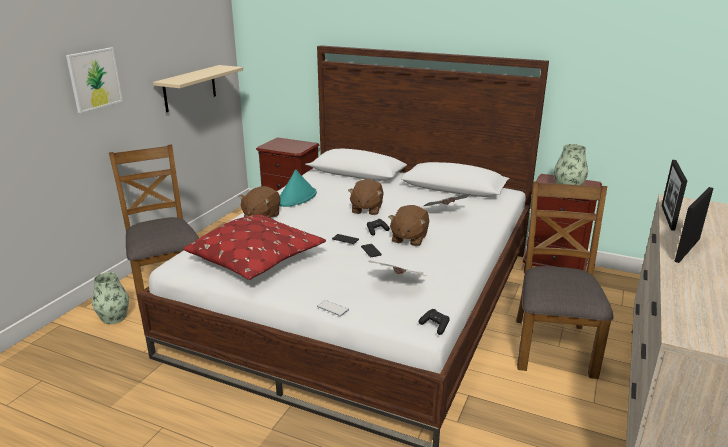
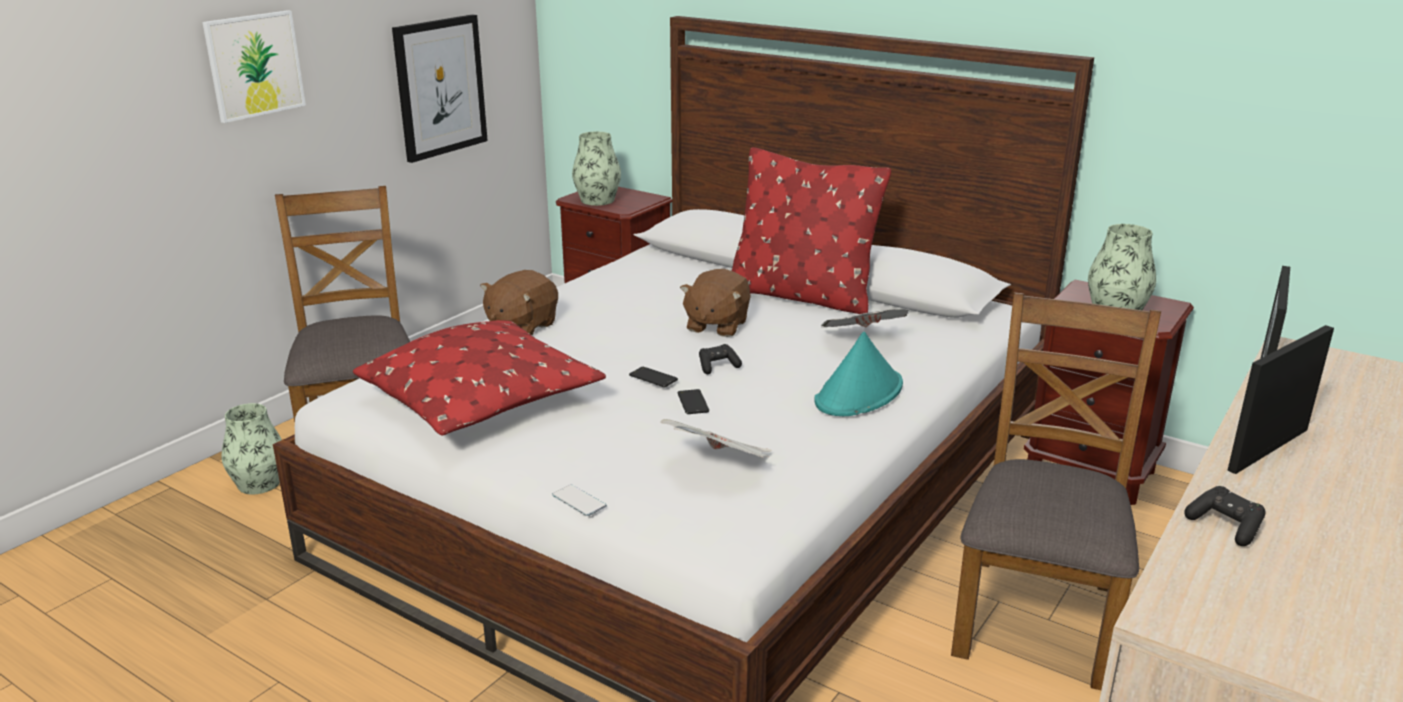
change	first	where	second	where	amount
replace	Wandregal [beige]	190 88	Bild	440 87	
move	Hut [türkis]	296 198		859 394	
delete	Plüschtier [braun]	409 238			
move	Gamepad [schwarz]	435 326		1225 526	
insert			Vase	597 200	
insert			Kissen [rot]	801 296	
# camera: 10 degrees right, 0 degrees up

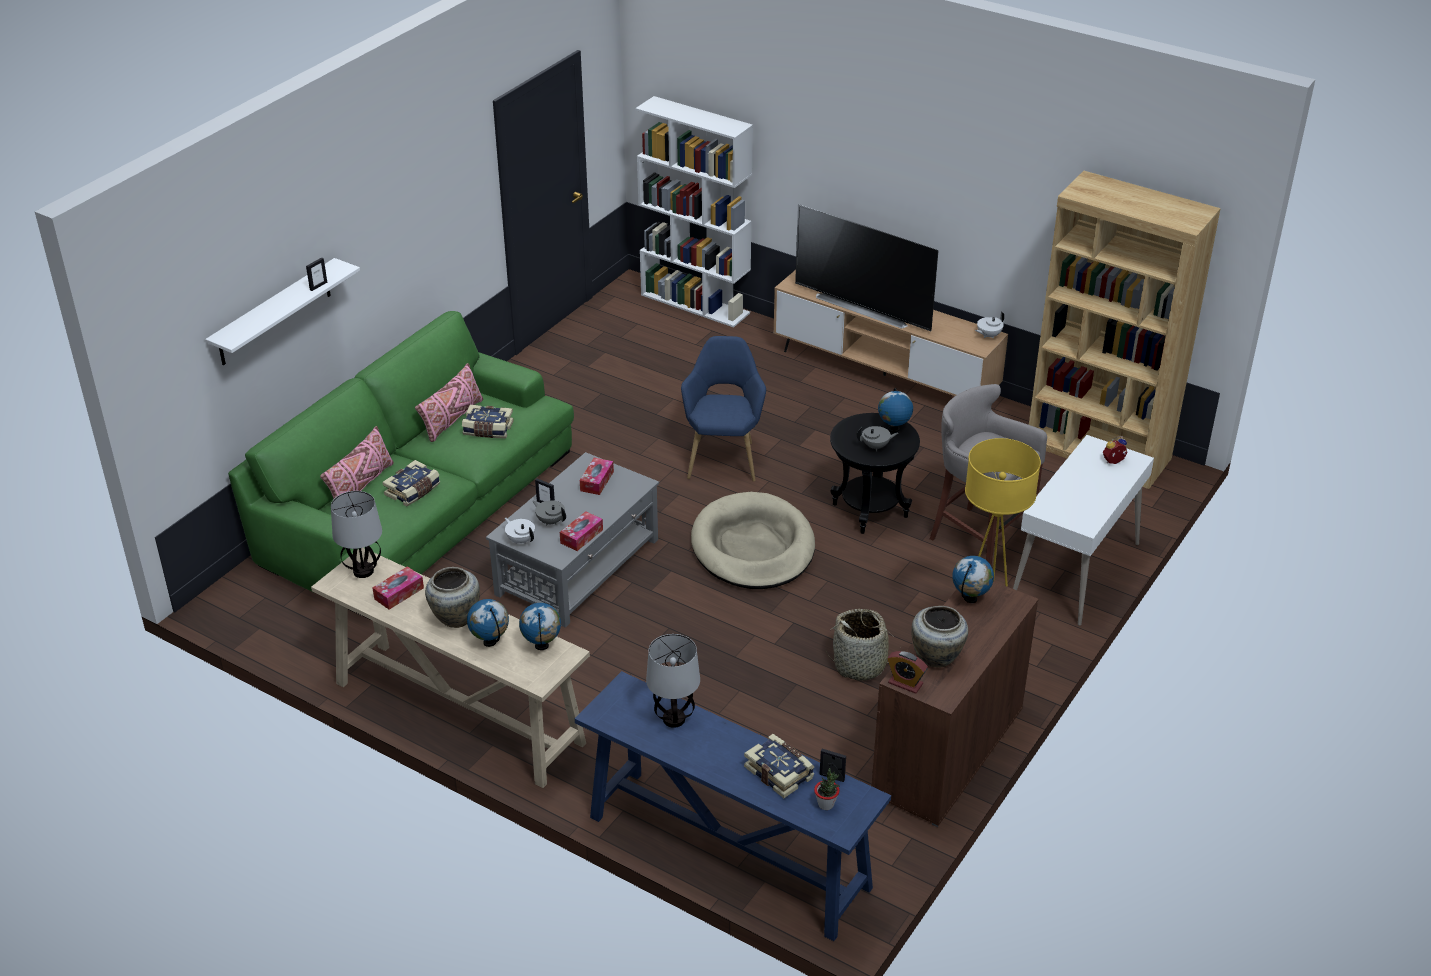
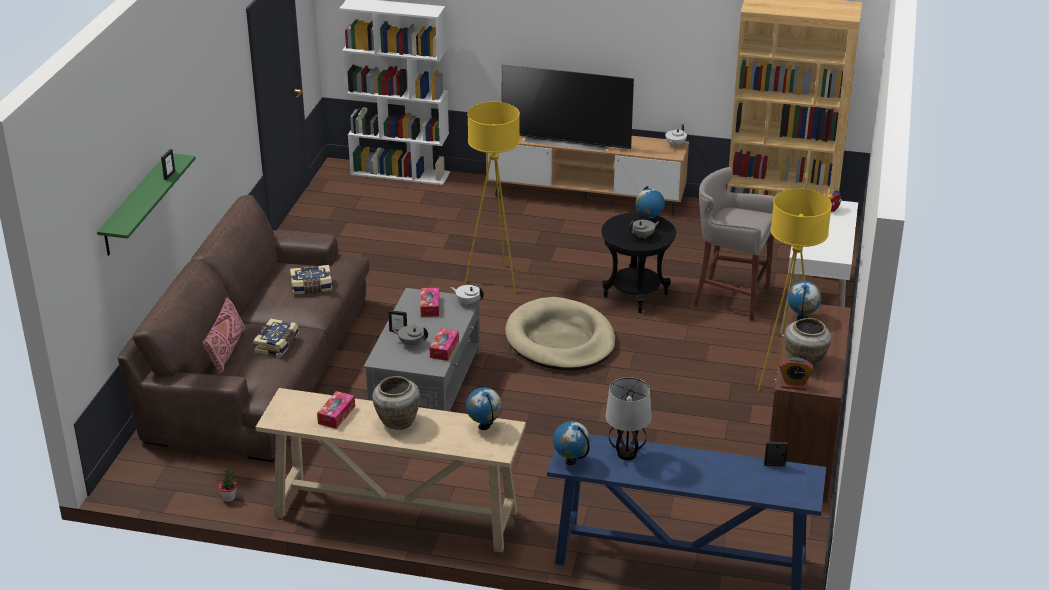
change	first	where	second	where	amount
recolor	Wandregal [weiß]	274 313	Wandregal [grün]	135 205	
recolor	Sofa [grün]	417 505	Sofa [braun]	258 367	
delete	Tischlampe	363 571			
delete	Kissen [rosa]	451 419			
move	Globus	490 642		571 461	
move	Teekanne [weiß]	520 540		467 302	
replace	Sessel [blau]	723 457	Stehlampe [gelb]	495 280	
delete	Buch	780 772			
move	Topfpflanze	826 804		229 498	
delete	Korb	860 665			
# camera: 20 degrees left, 5 degrees down

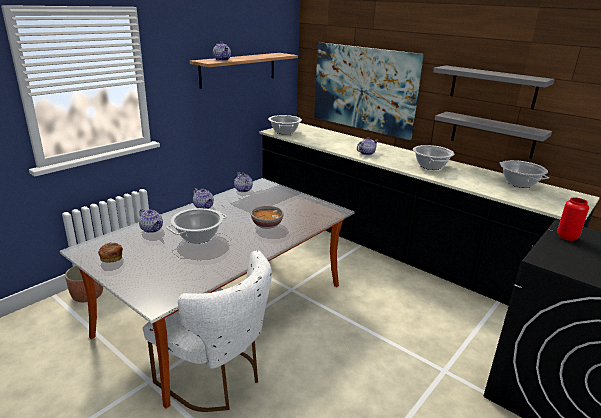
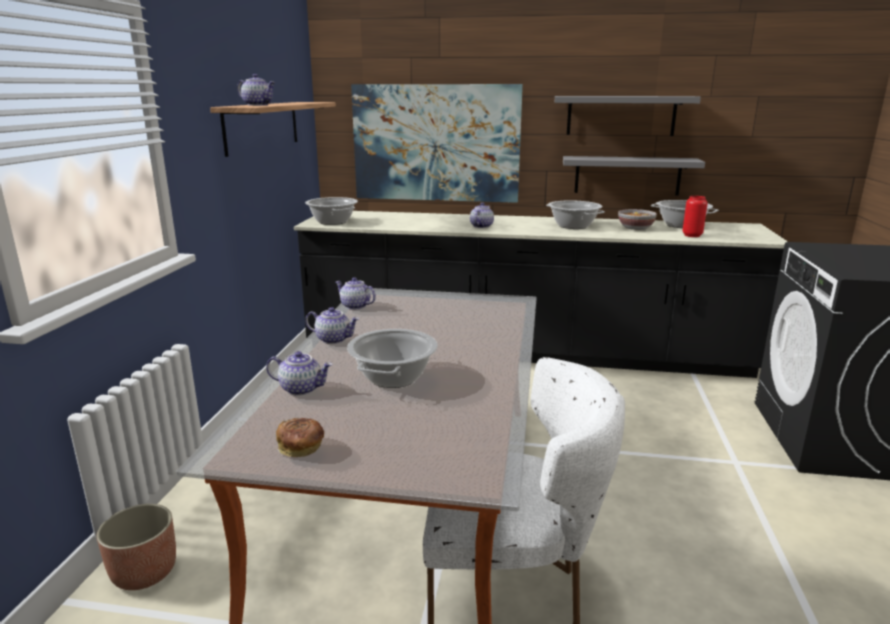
change	first	where	second	where	amount
move	Schüssel	266 225		635 228	
move	Vase [rot]	567 237		692 235	
# camera: 30 degrees left, 5 degrees down

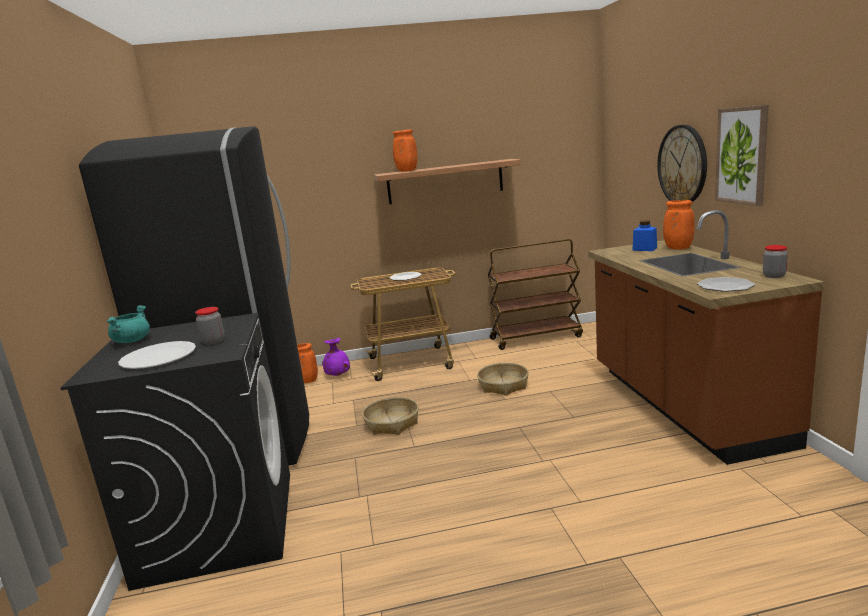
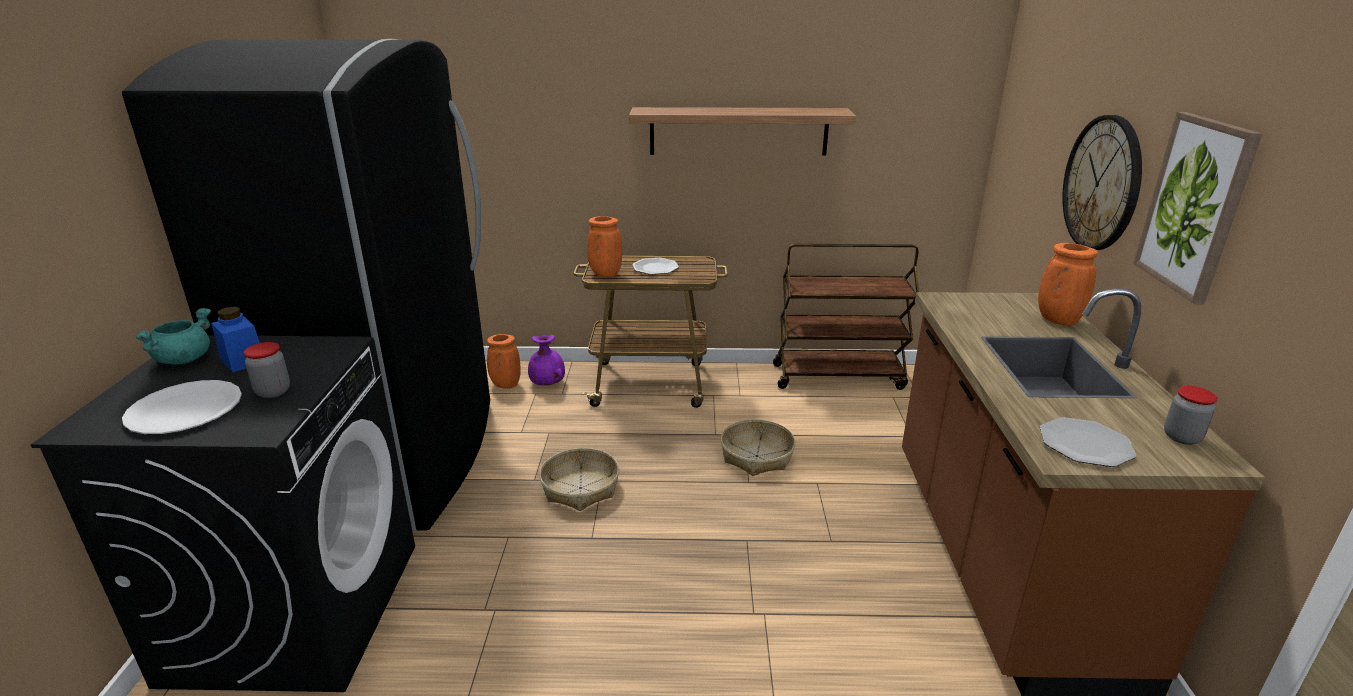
change	first	where	second	where	amount
move	Vase [orange]	406 171		604 274	
move	Vorratsglas [blau]	644 249		243 360	
# camera: 10 degrees right, 10 degrees up

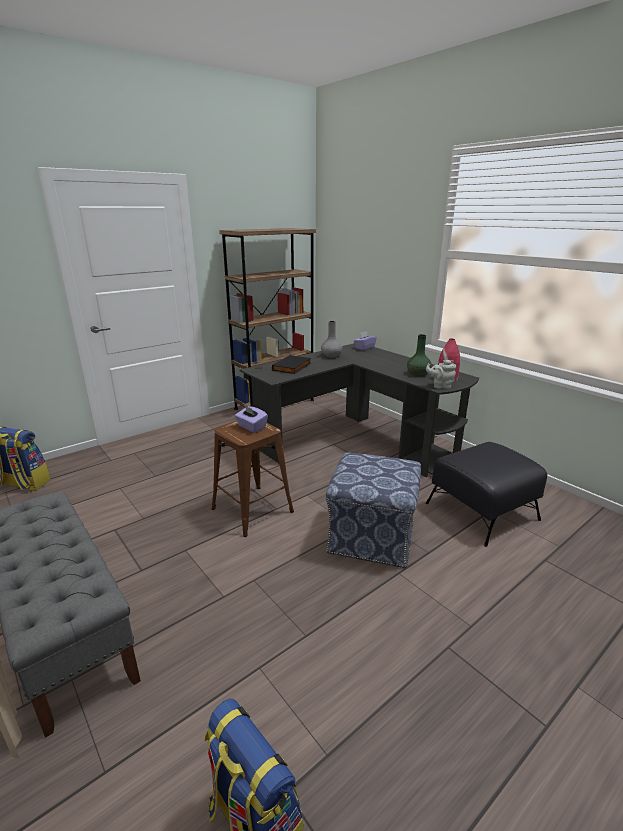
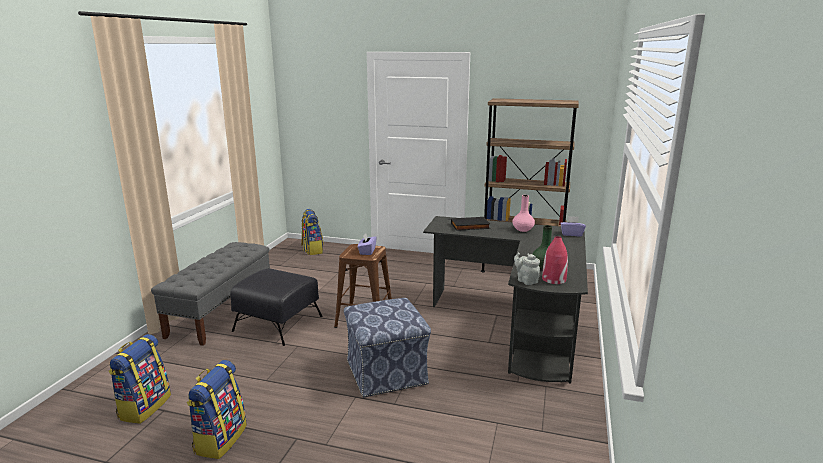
change	first	where	second	where	amount
recolor	Vase [grau]	331 355	Vase [rosa]	523 229	
move	Polsterhocker [schwarz]	482 511		278 324	
insert			Rucksack	220 439	
# camera: 55 degrees right, 5 degrees down

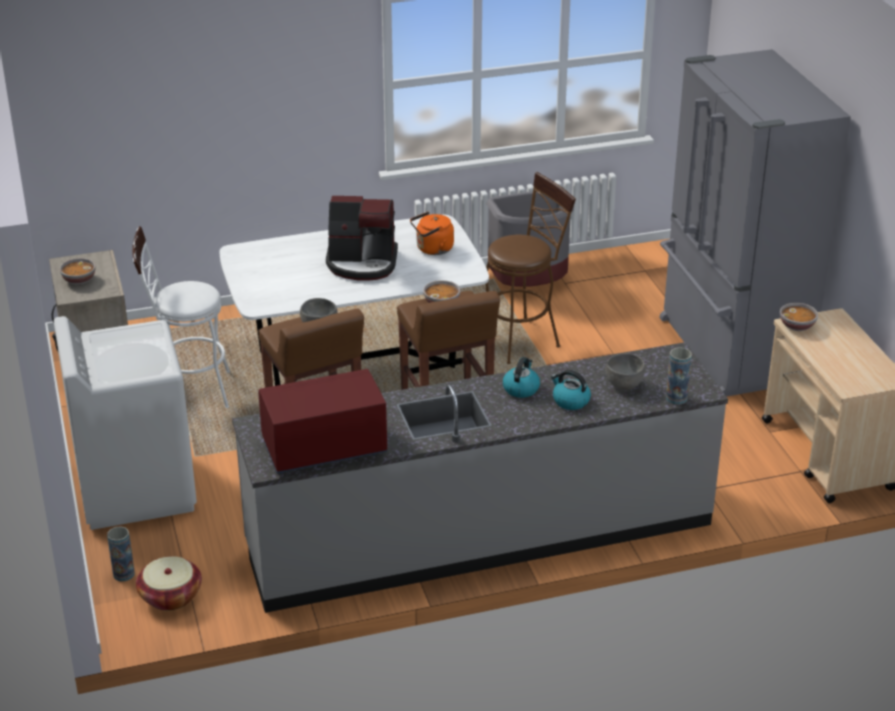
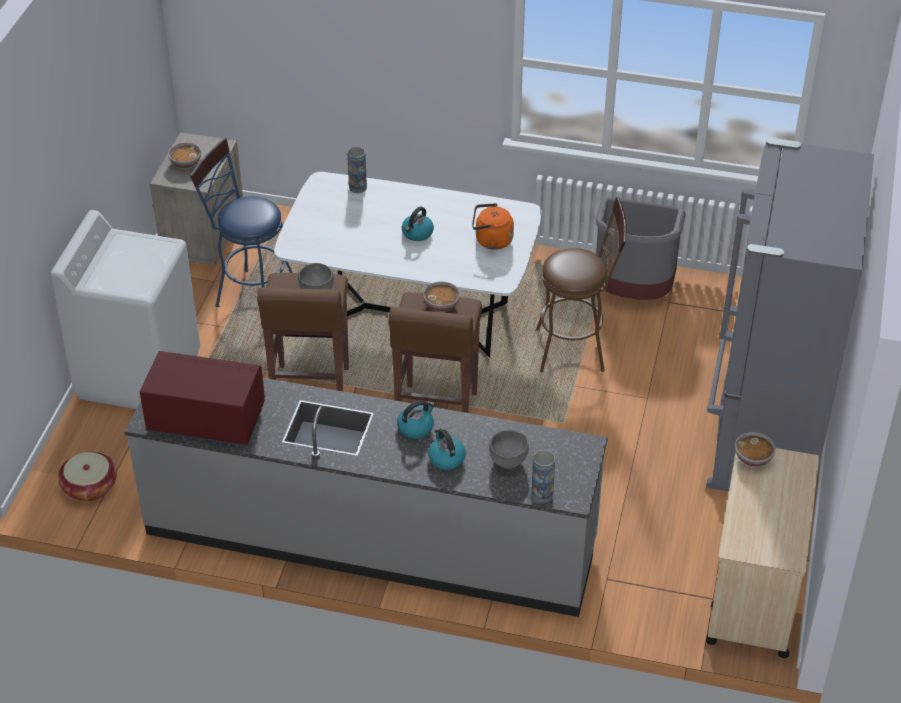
change	first	where	second	where	amount
move	Vase	124 574		358 187	
recolor	Hocker [weiß]	188 392	Hocker [blau]	250 294	
replace	Kaffeemaschine	362 263	Wasserkessel	417 233	
# camera: 30 degrees right, 10 degrees up

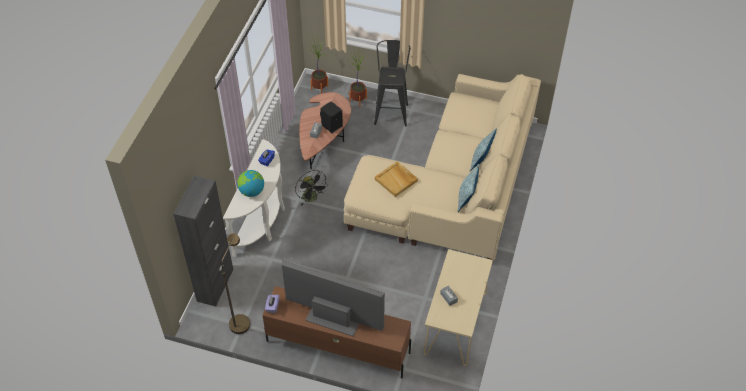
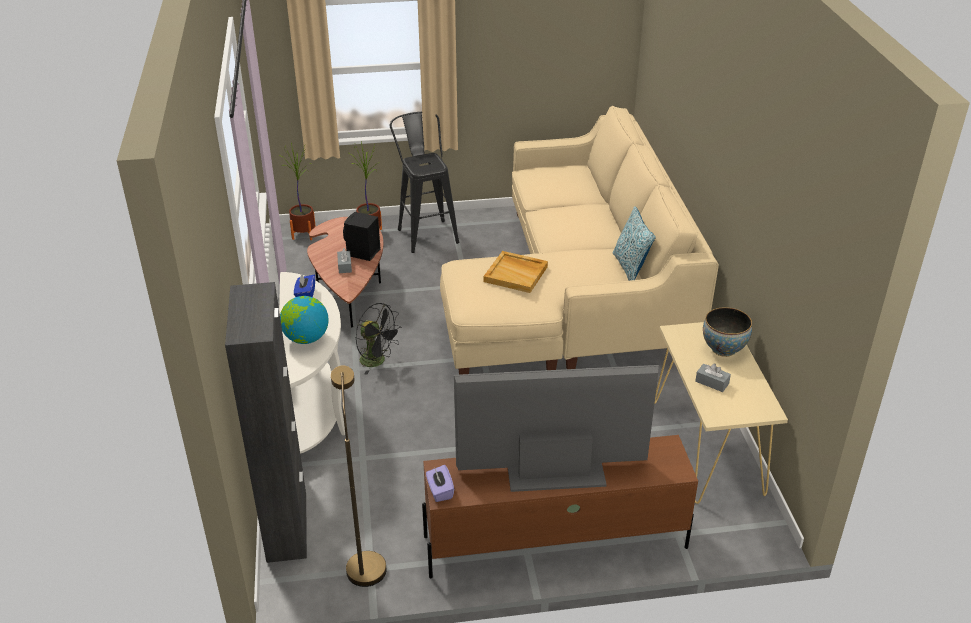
change	first	where	second	where	amount
delete	Kissen	481 160			
insert			Schüssel	723 349	
# camera: 25 degrees left, 15 degrees down

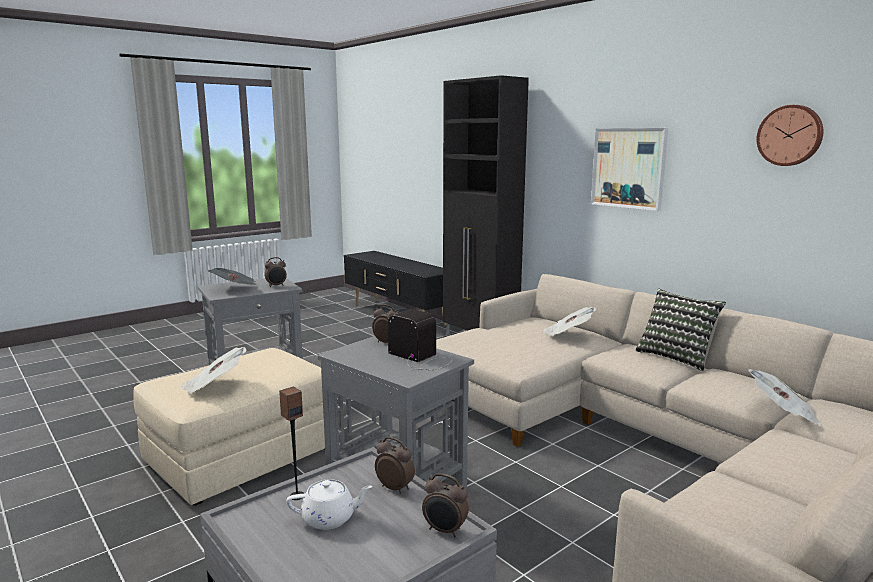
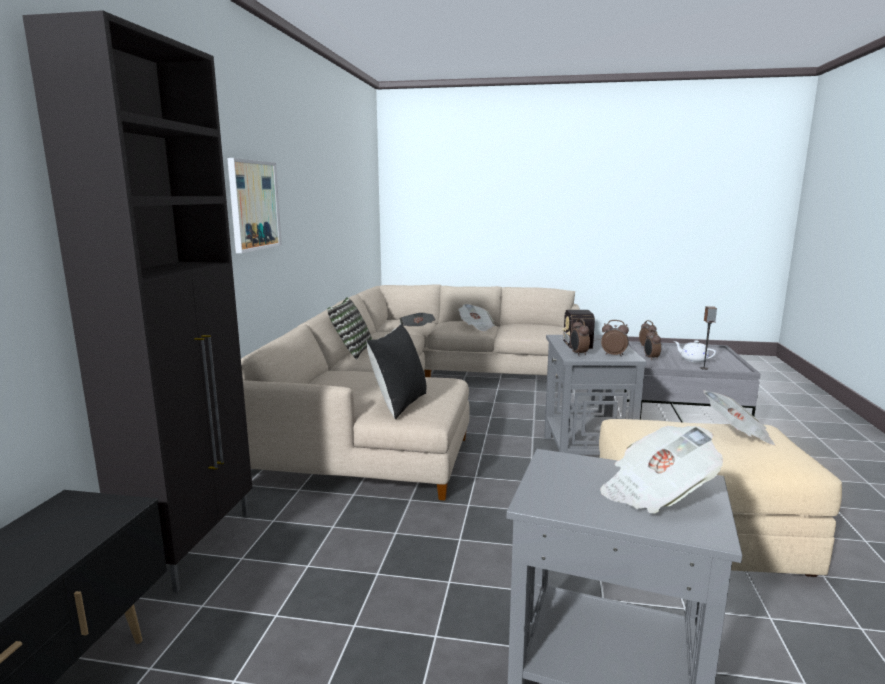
change	first	where	second	where	amount
move	Wecker	276 286		613 355	
move	Zeitung	567 334		476 327	
delete	Wanduhr	790 135			
insert			Kissen [schwarz]	399 404	
# camera: 130 degrees left, 0 degrees up

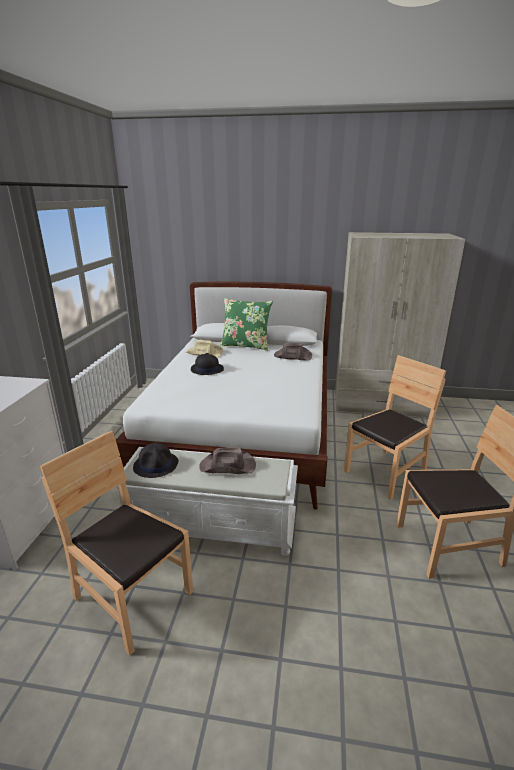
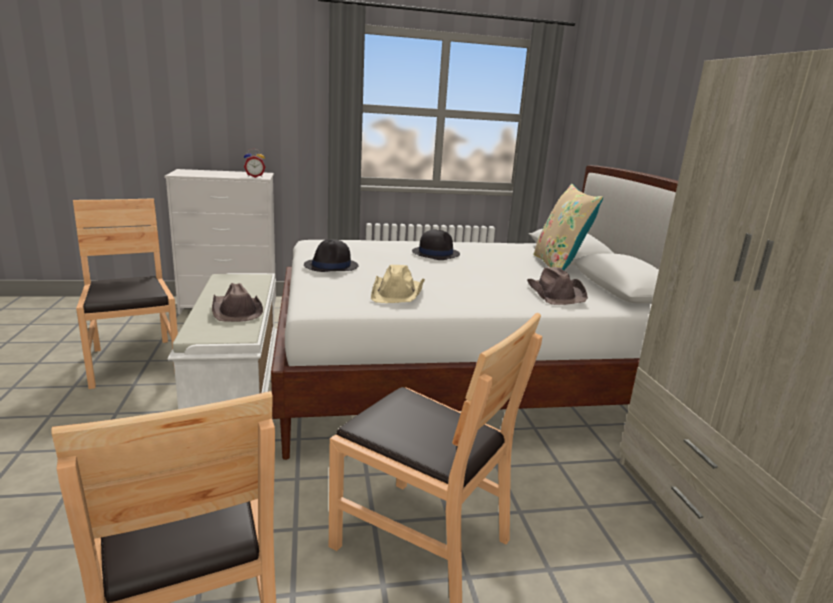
change	first	where	second	where	amount
rotate	Stuhl [braun]	132 597		134 362	45 degrees counterclockwise
move	Hut [schwarz]	156 465		331 266	
move	Hut [beige]	204 353		398 293	
recolor	Kissen [grün]	246 345	Kissen [beige]	559 266	
insert			Wecker	255 176	
# camera: 70 degrees right, 5 degrees down

